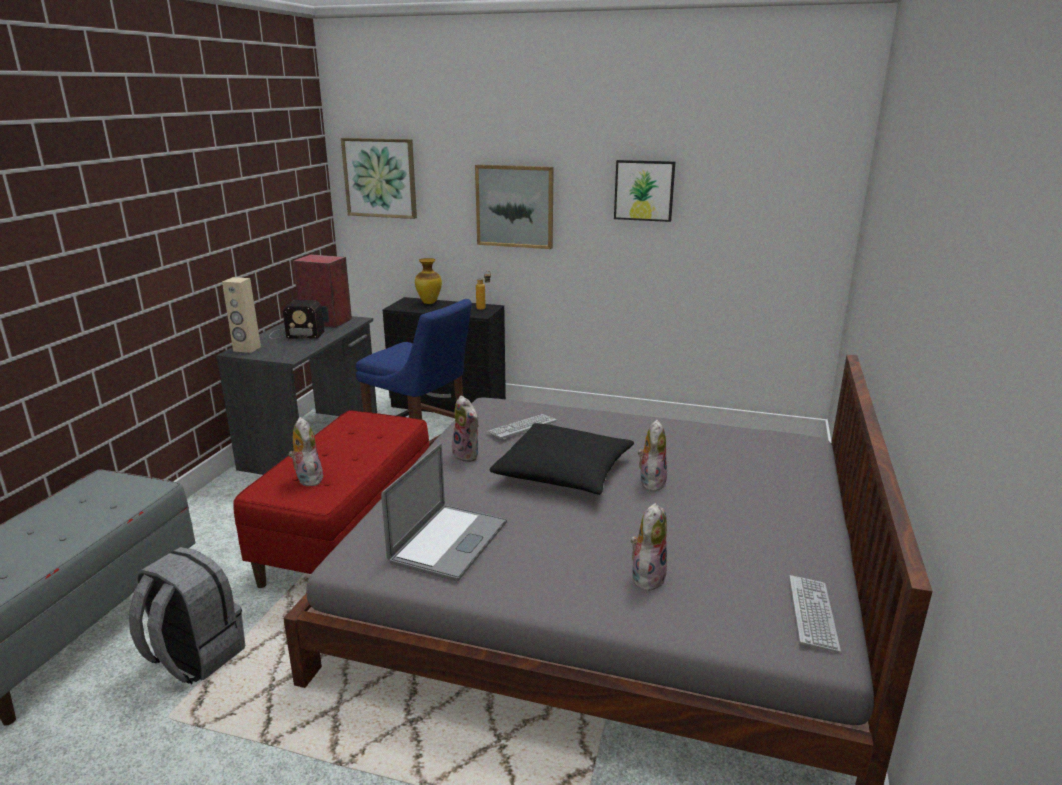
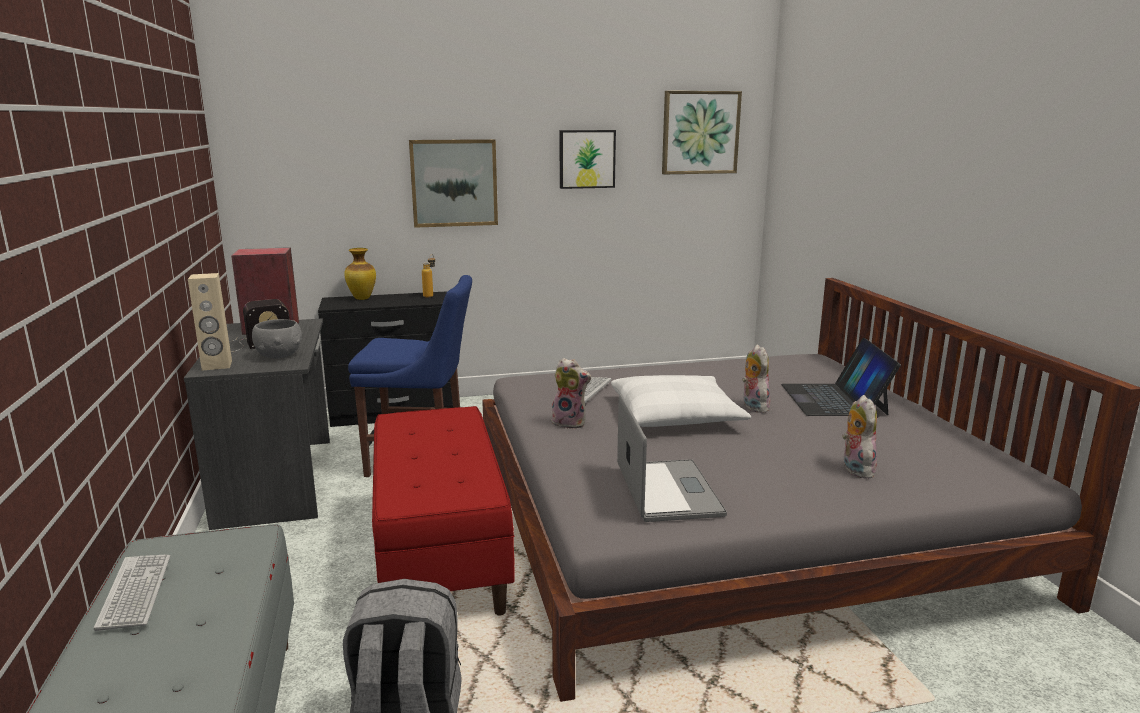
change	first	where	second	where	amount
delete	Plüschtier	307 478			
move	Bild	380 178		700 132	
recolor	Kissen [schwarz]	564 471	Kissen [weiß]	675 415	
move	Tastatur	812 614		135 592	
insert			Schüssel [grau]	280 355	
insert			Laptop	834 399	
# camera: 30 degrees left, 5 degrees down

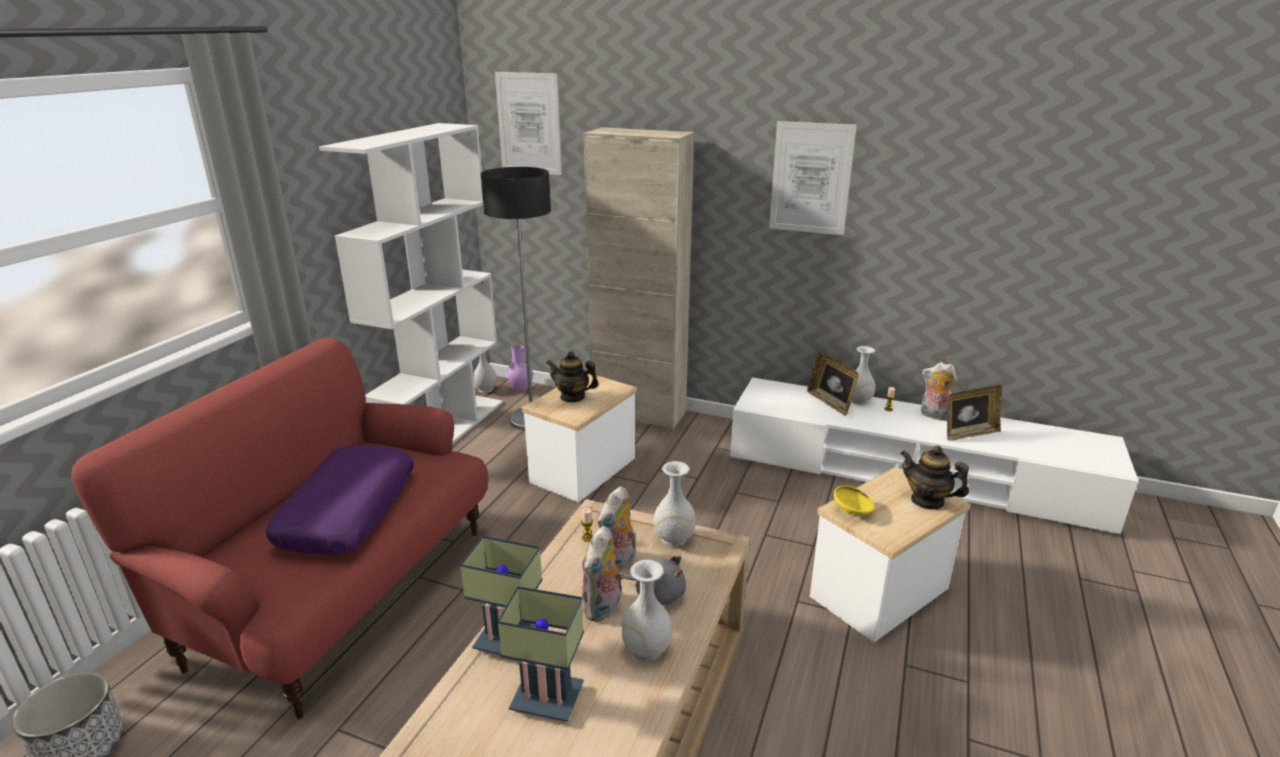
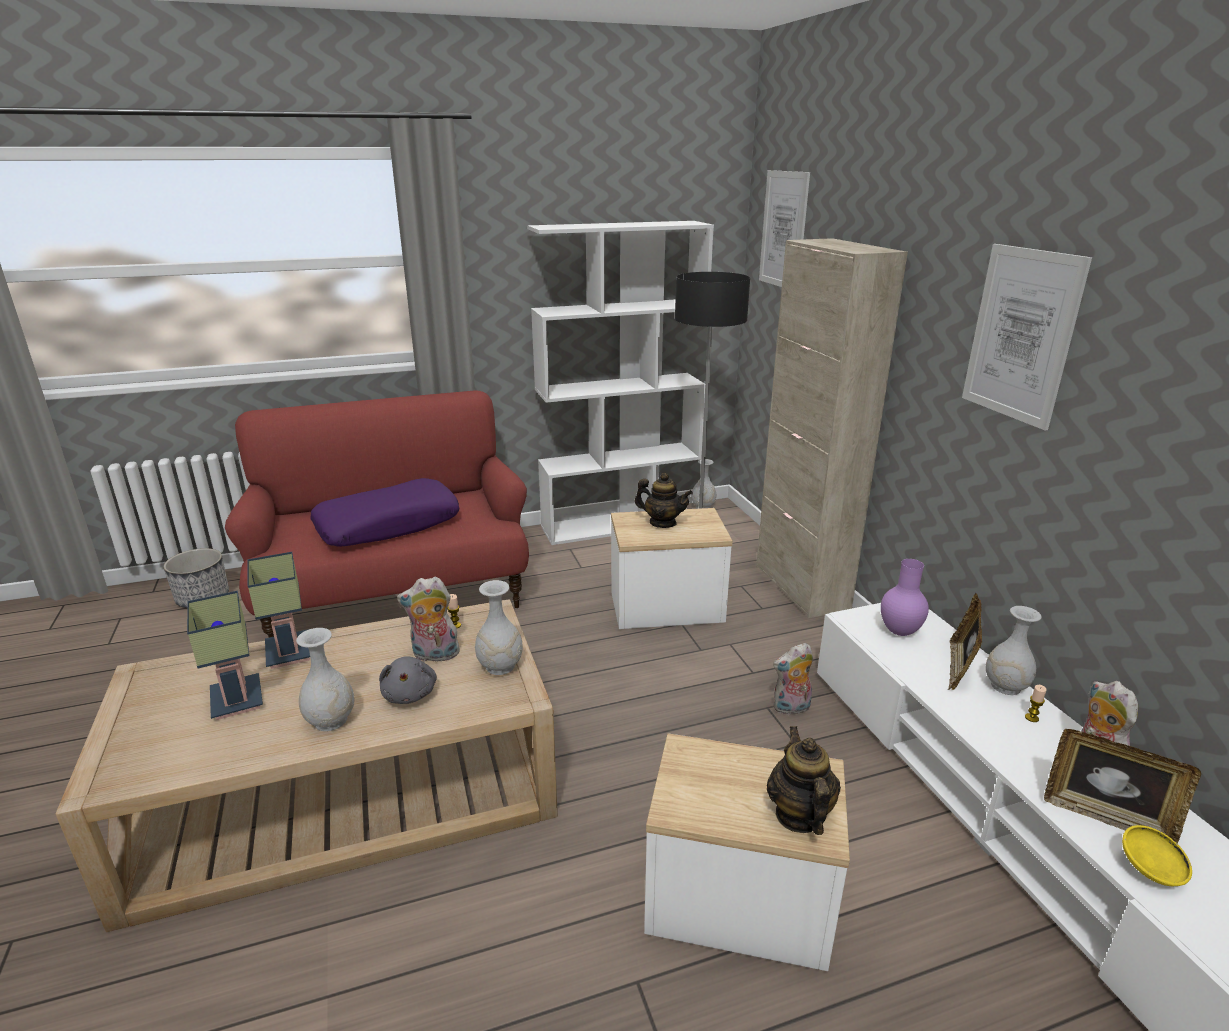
change	first	where	second	where	amount
move	Vase [lila]	520 390		898 631	
rotate	Teekanne	572 397		662 523	135 degrees clockwise
move	Plüschtier	603 608		791 708	
move	Schüssel [gelb]	853 511		1151 871	
# camera: 50 degrees right, 0 degrees up

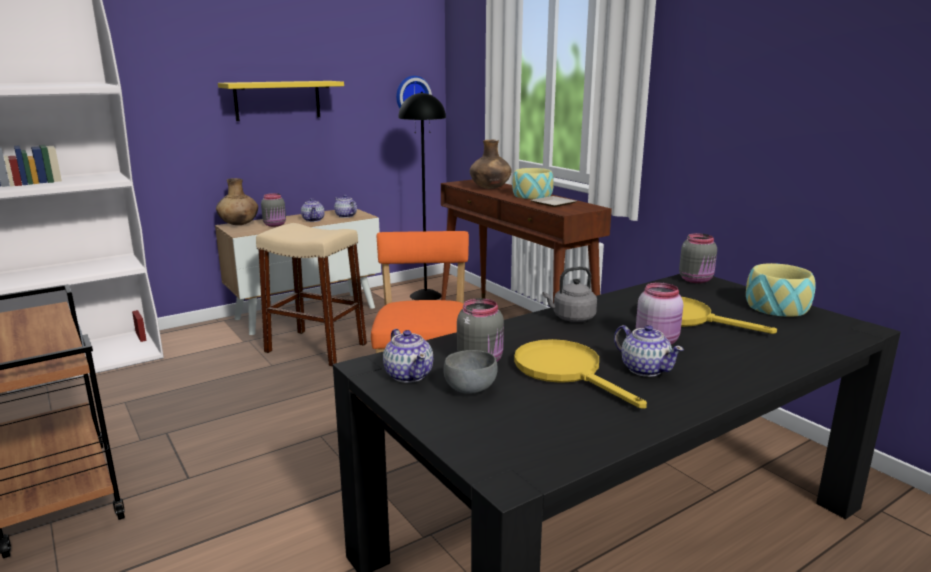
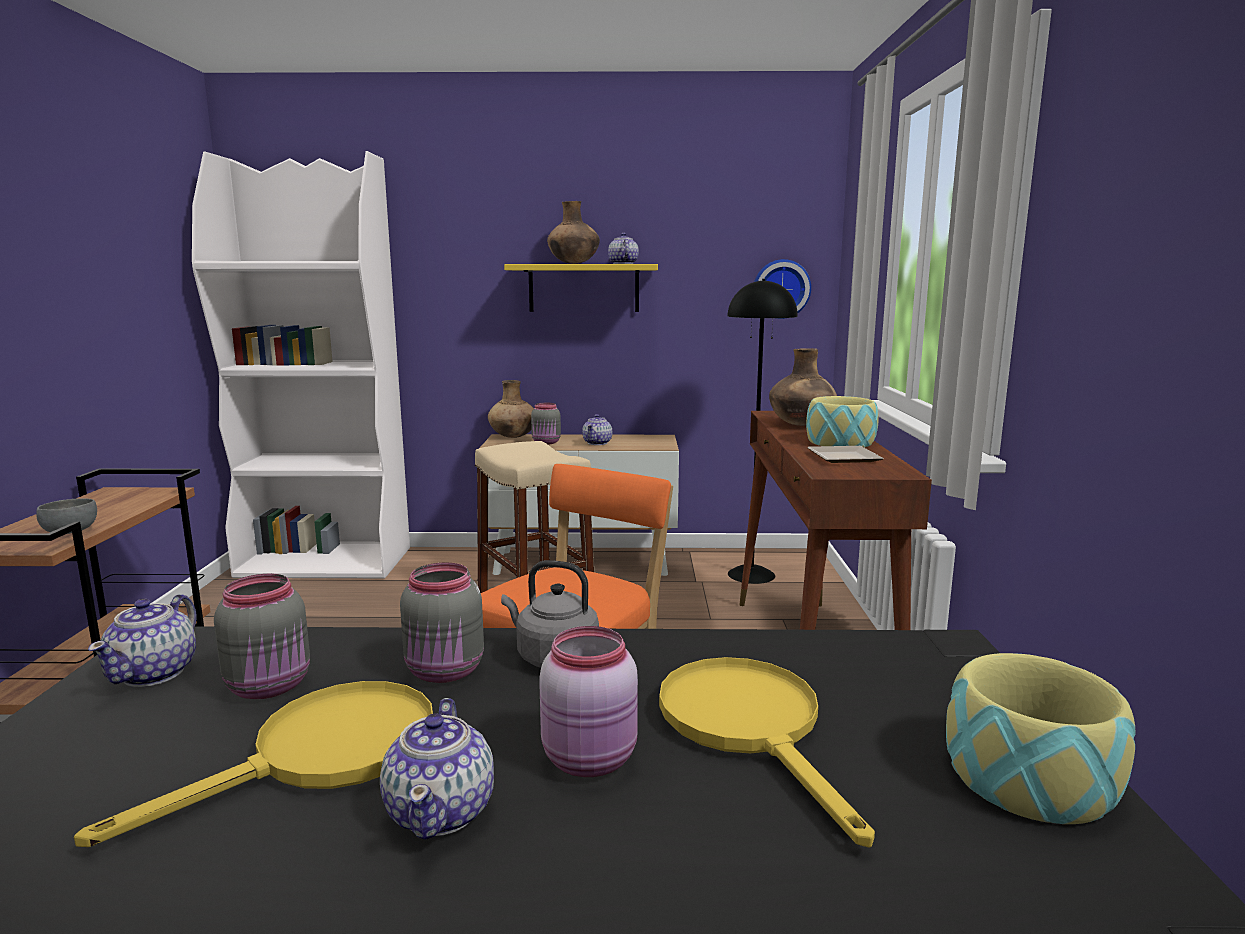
change	first	where	second	where	amount
move	Teekanne	346 216		623 263	
move	Schüssel [grau]	469 389		70 532	
rotate	Pfanne [gelb]	566 371		323 755	45 degrees clockwise
move	Vorratsglas [grau]	696 280		446 672	
insert			Vase [braun]	574 263	
# camera: 35 degrees right, 5 degrees down

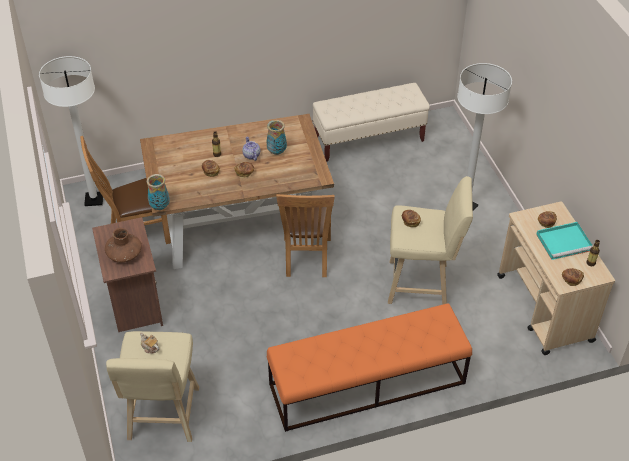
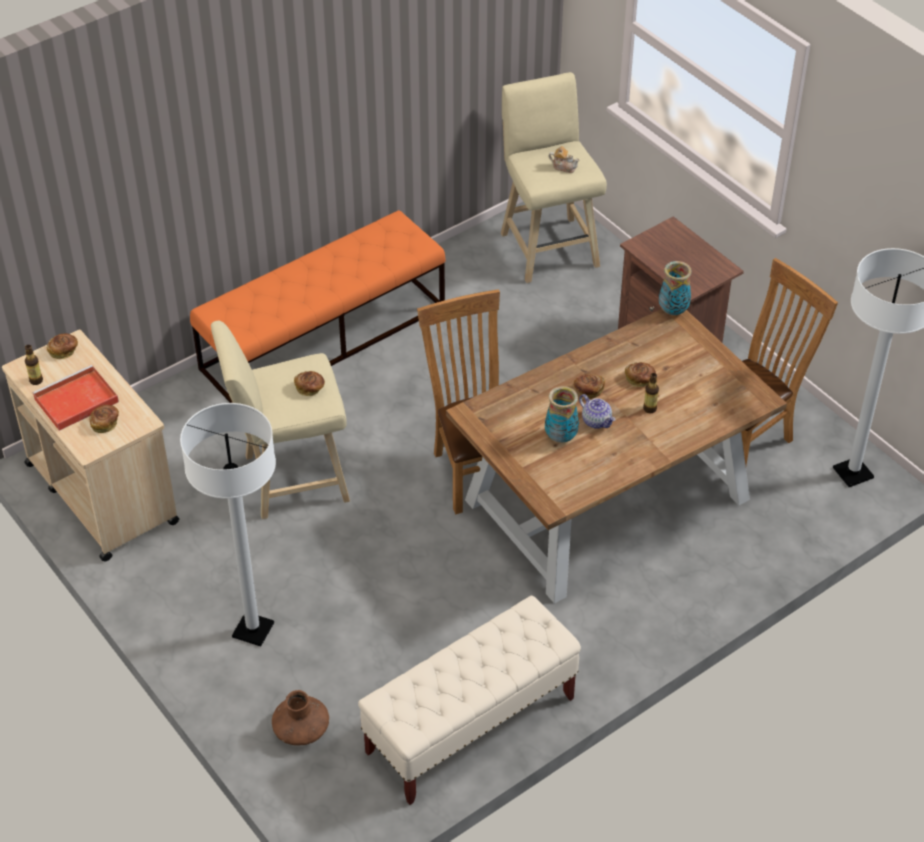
change	first	where	second	where	amount
move	Vase [braun]	124 254		301 729	
recolor	Tablett [türkis]	564 242	Tablett [rot]	75 401	
# camera: 160 degrees right, 0 degrees up

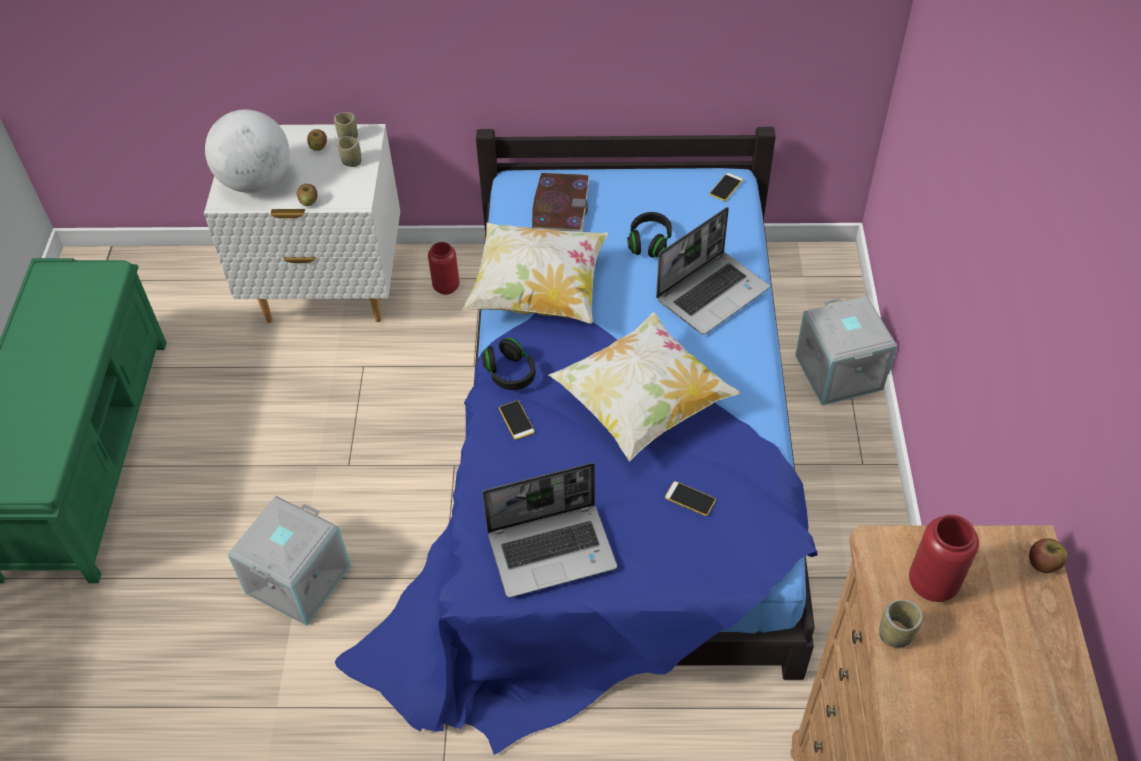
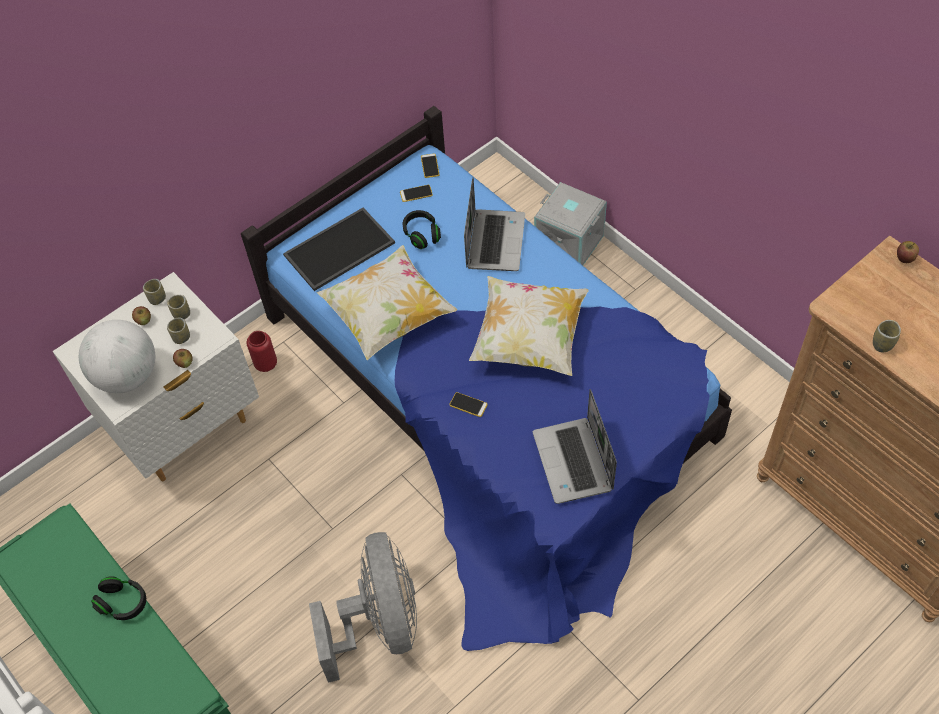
change	first	where	second	where	amount
replace	Aufbewahrungsbox [grau]	297 578	Ventilator [grau]	380 623	
move	Kopfhörer [schwarz]	510 373		123 603	
rotate	Laptop	553 549		574 462	135 degrees clockwise
replace	Buch	560 207	Tablett	339 250	
move	Handy	690 499		416 193	
delete	Vase [rot]	932 584			
insert			Tasse	181 337	
# camera: 40 degrees left, 5 degrees up

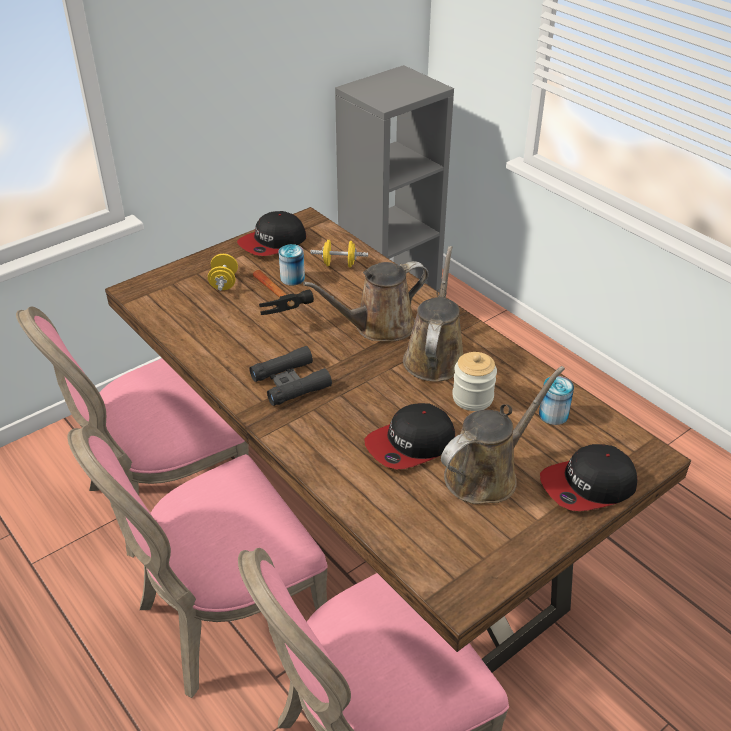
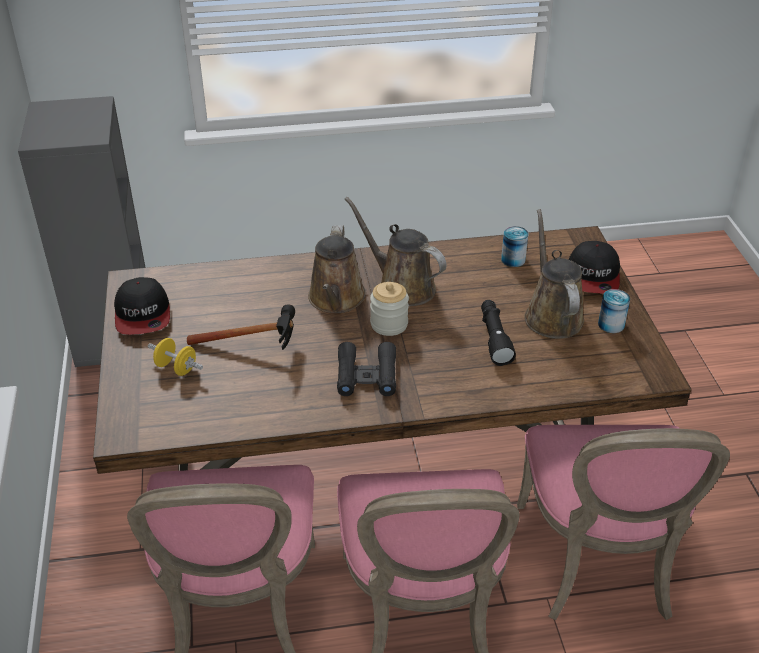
change	first	where	second	where	amount
move	Dose	292 278		611 324	
delete	Hantel [gelb]	339 264			
replace	Kappe	411 444	Taschenlampe [schwarz]	494 338	
move	Vorratsglas	472 398		389 324	
# camera: 60 degrees left, 0 degrees up

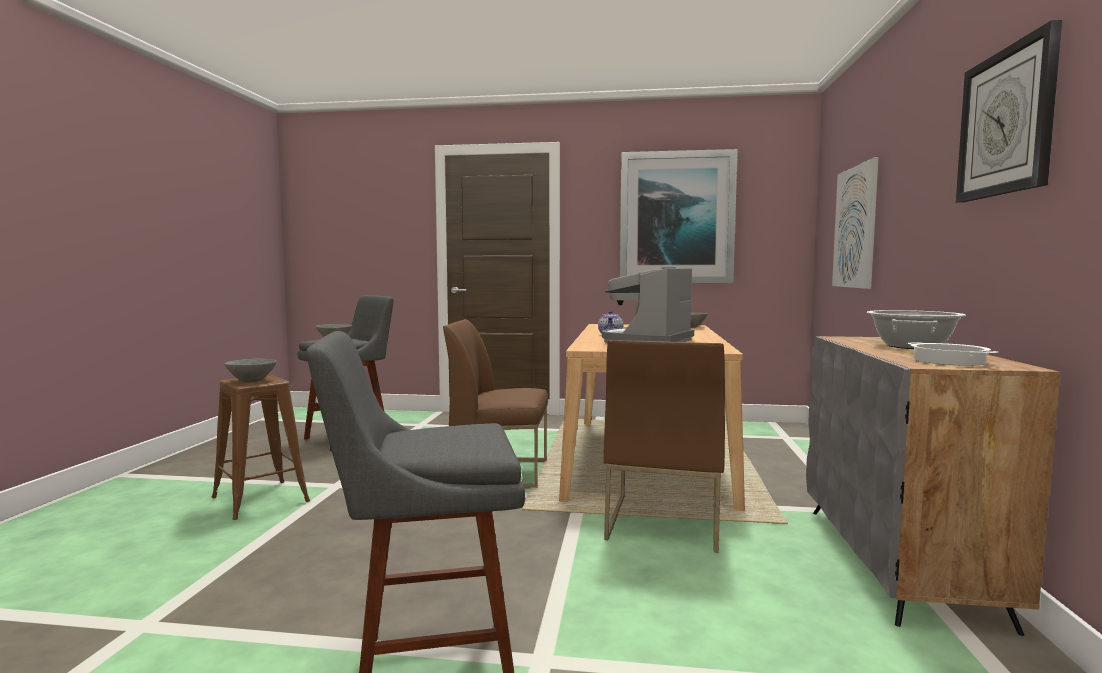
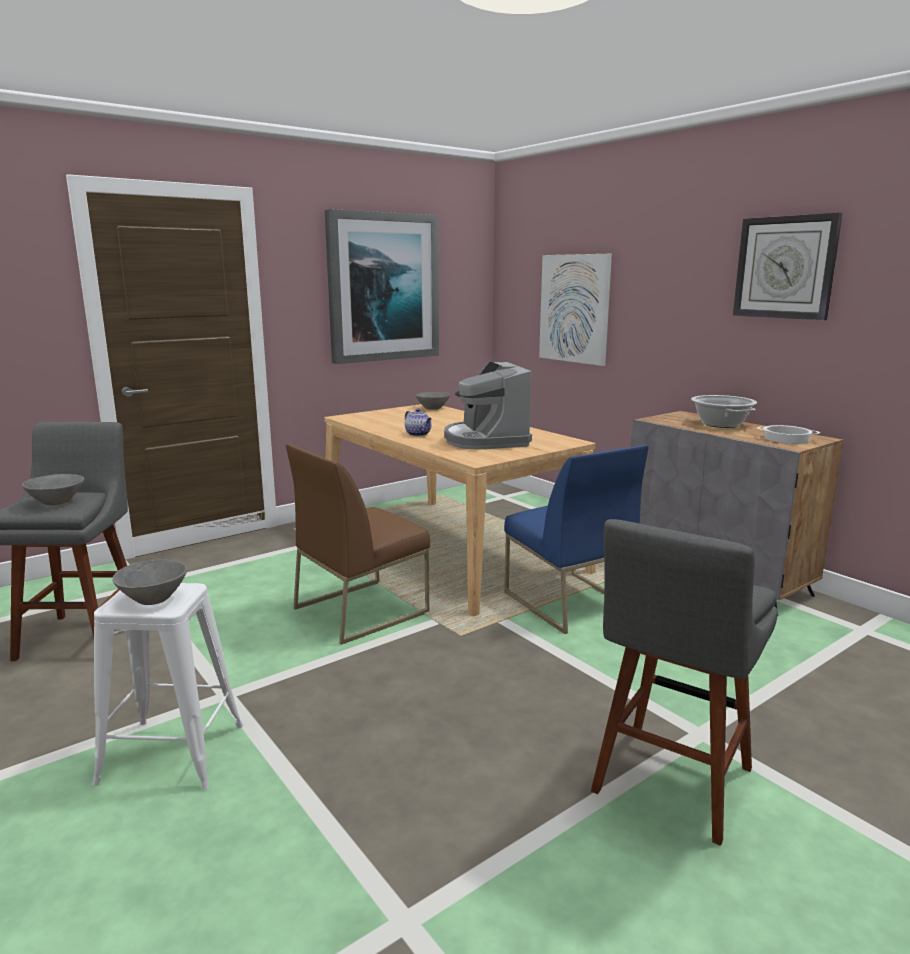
change	first	where	second	where	amount
recolor	Hocker [braun]	260 499	Hocker [weiß]	172 754	
recolor	Stuhl [braun]	663 521	Stuhl [blau]	568 602	
# camera: 45 degrees left, 10 degrees up

